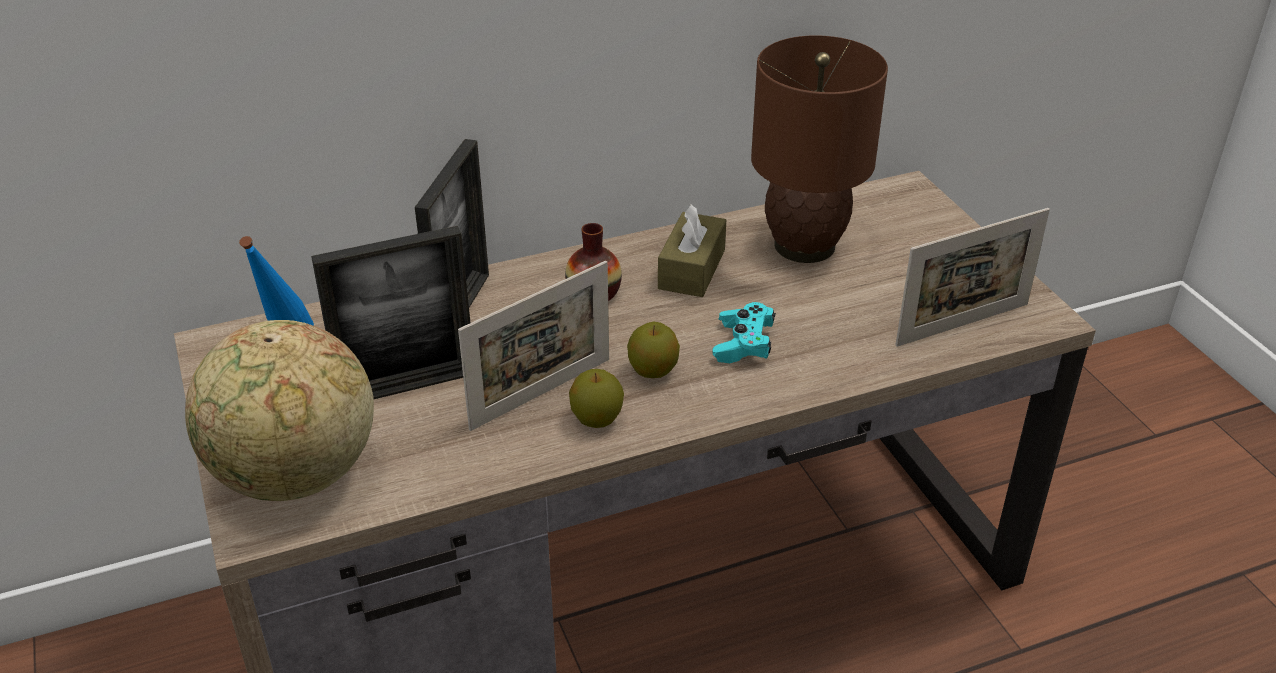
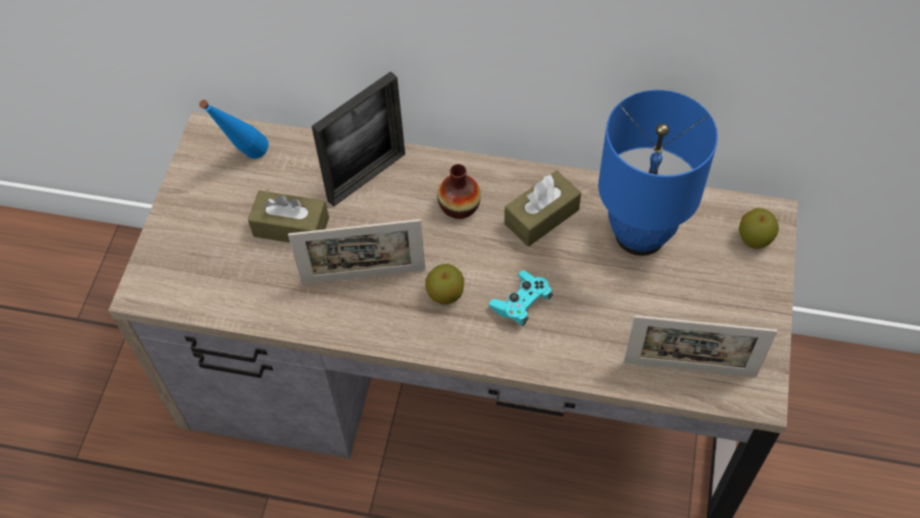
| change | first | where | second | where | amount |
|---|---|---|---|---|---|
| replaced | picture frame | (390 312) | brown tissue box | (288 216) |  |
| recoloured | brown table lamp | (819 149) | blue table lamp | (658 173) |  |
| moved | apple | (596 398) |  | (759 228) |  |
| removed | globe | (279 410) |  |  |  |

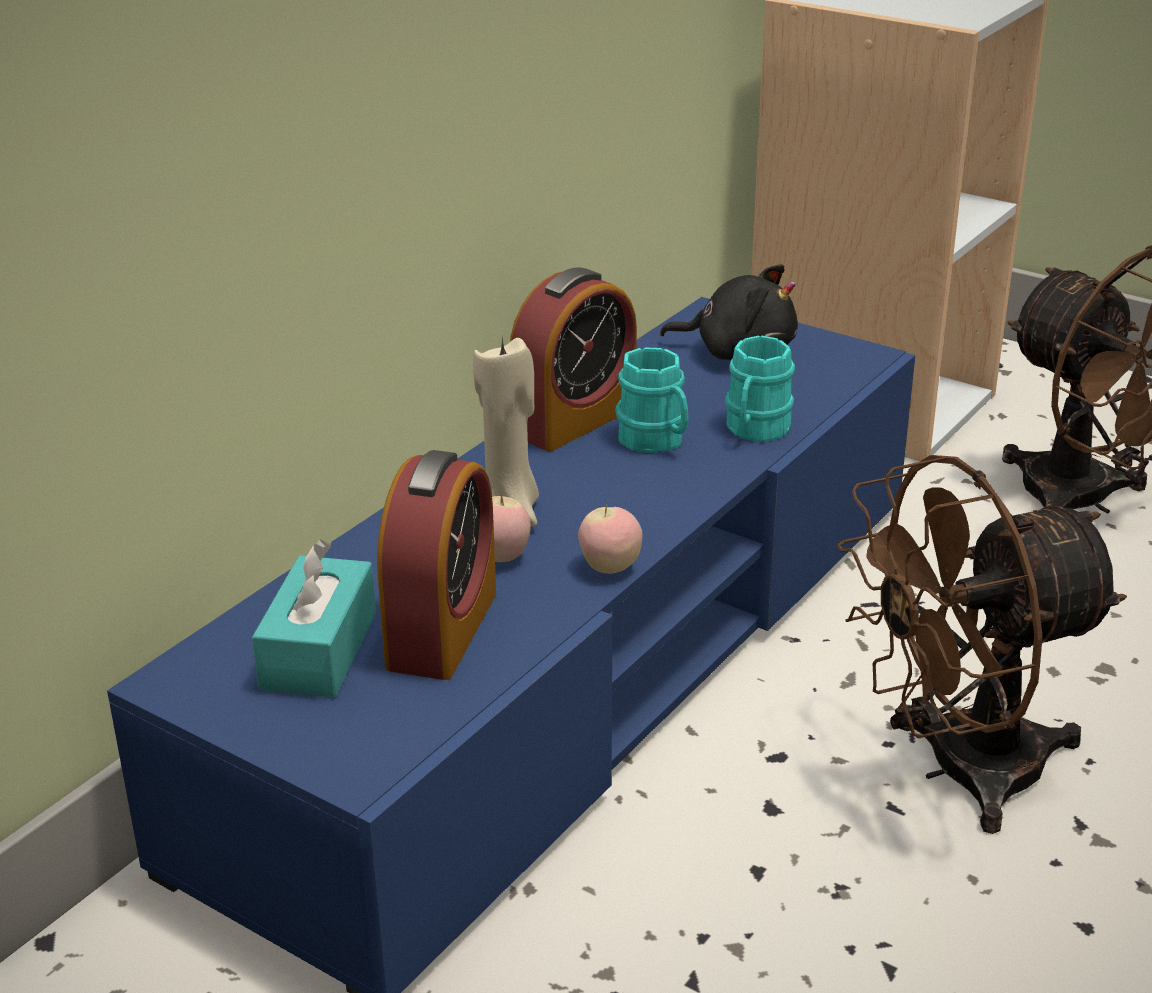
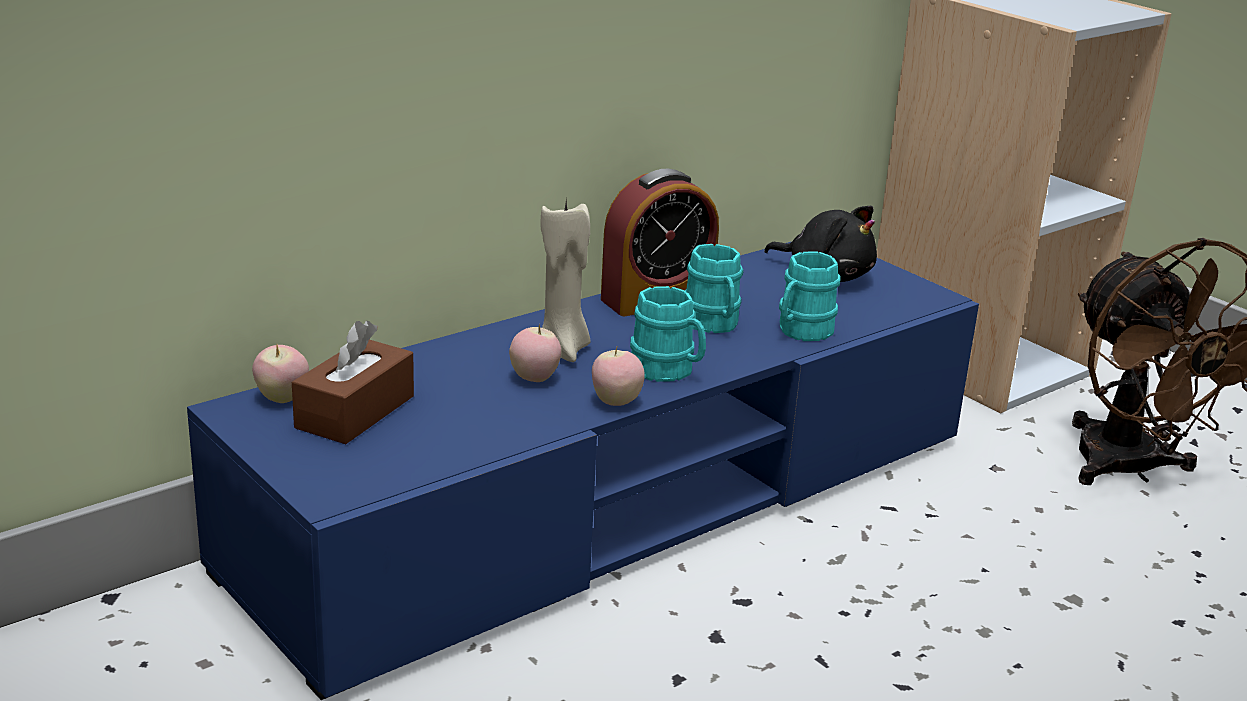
| change | first | where | second | where | amount |
|---|---|---|---|---|---|
| added |  |  | apple | (280 373) |  |
| recoloured | turquoise tissue box | (314 618) | brown tissue box | (353 382) |  |
| added |  |  | turquoise mug | (668 334) |  |
| removed | alarm clock | (436 565) |  |  |  |
| removed | brown fan | (982 644) |  |  |  |

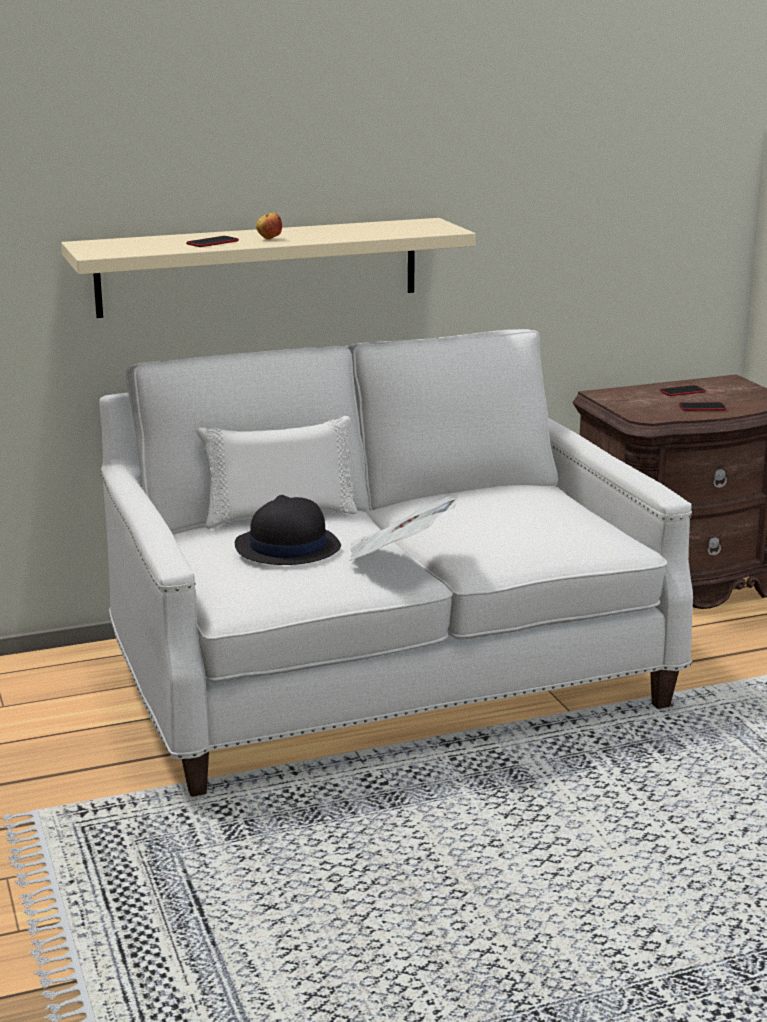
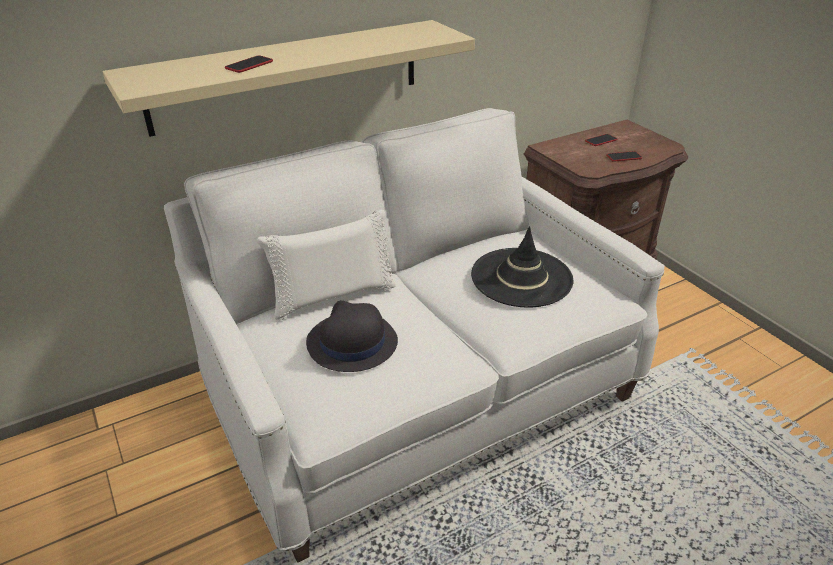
| change | first | where | second | where | amount |
|---|---|---|---|---|---|
| added |  |  | black hat | (522 266) |  |
| removed | apple | (269 226) |  |  |  |
| removed | newspaper | (403 528) |  |  |  |

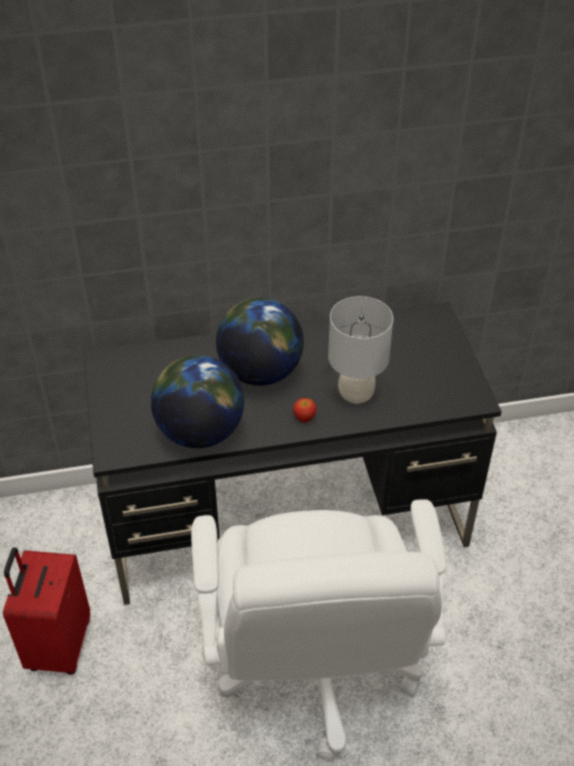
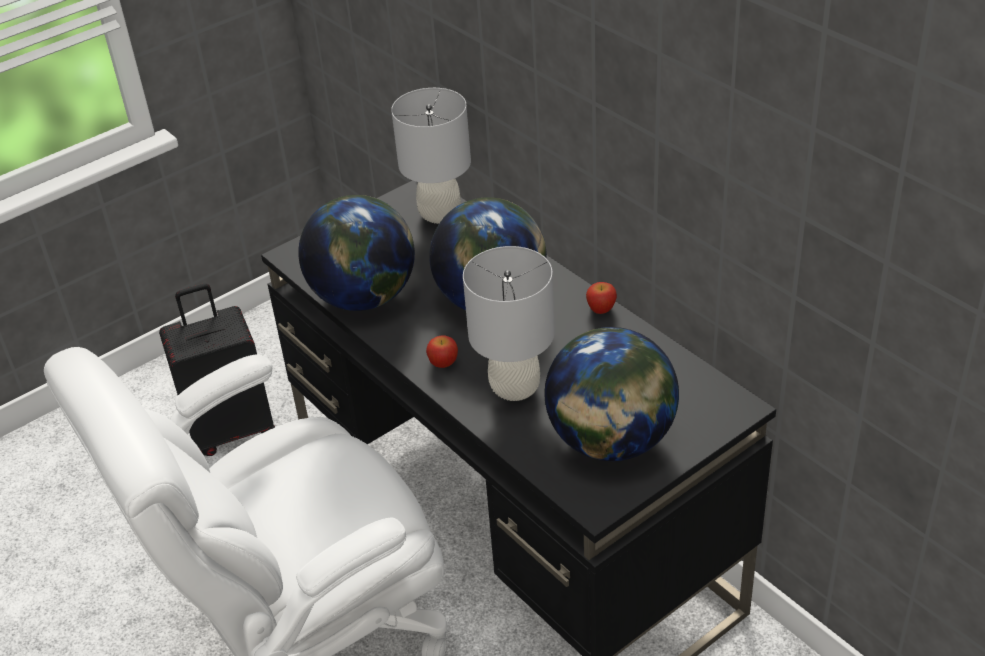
| change | first | where | second | where | amount |
|---|---|---|---|---|---|
| recoloured | red suitcase | (46 611) | black suitcase | (217 370) |  |
| added |  |  | grey table lamp | (431 156) |  |
| added |  |  | globe | (612 394) |  |
| added |  |  | apple | (601 298) |  |

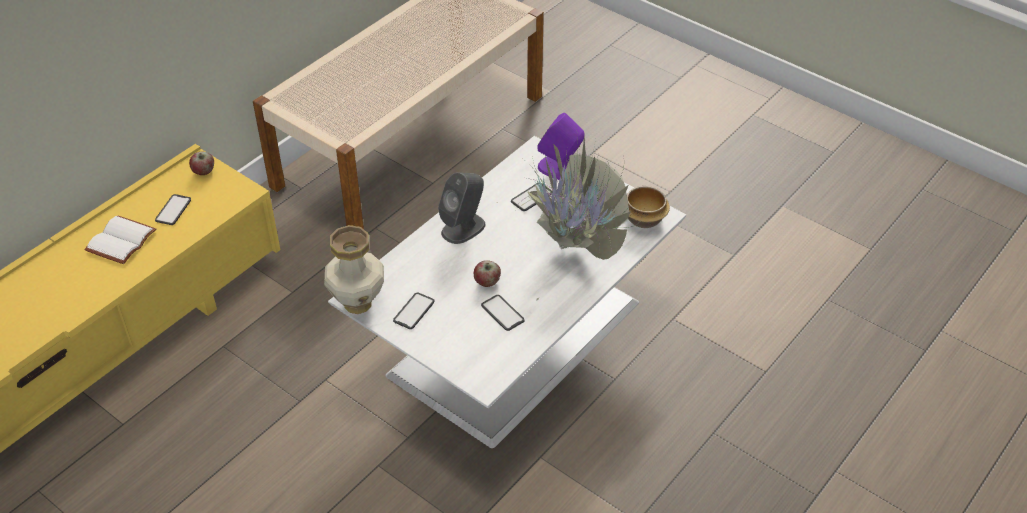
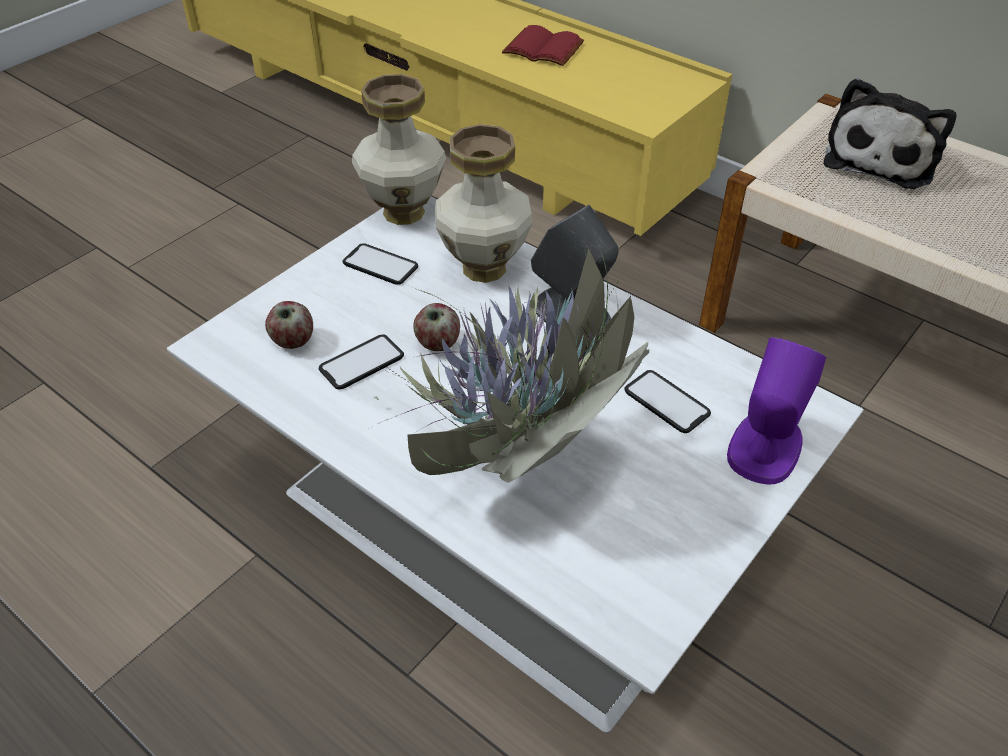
| change | first | where | second | where | amount |
|---|---|---|---|---|---|
| moved | apple | (201 163) |  | (289 325) |  |
| added |  |  | vase | (484 203) |  |
| recoloured | white book | (120 240) | red book | (543 45) |  |
| added |  |  | plush toy | (890 133) |  |
| removed | phone | (173 209) |  |  |  |
| removed | bowl | (648 207) |  |  |  |

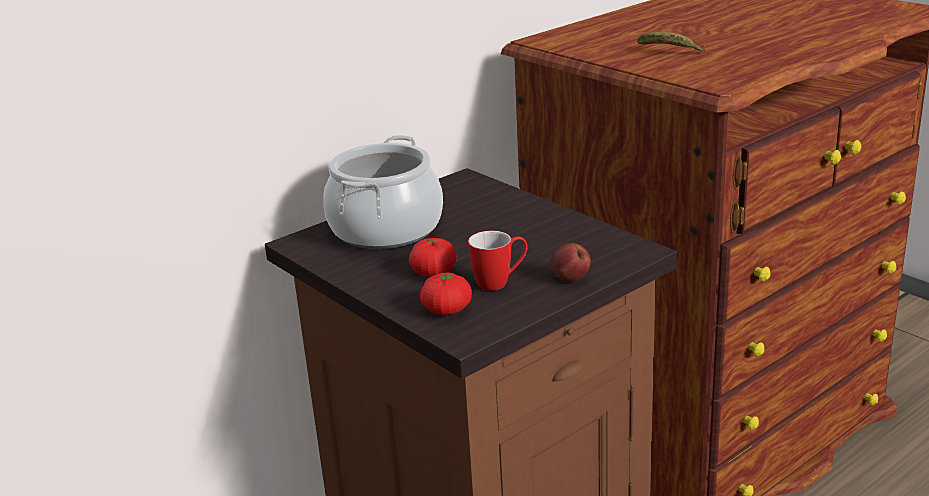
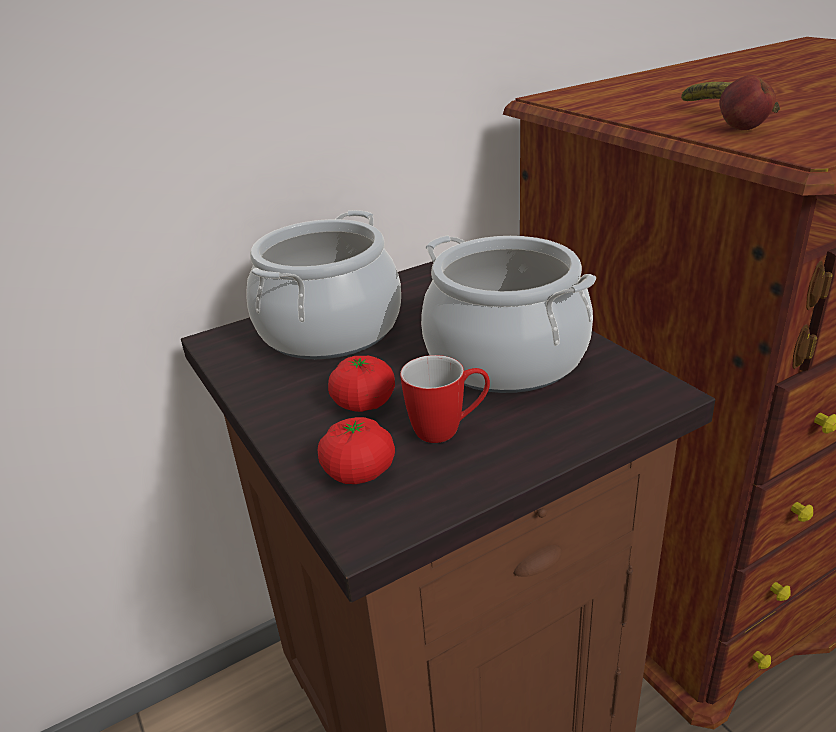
| change | first | where | second | where | amount |
|---|---|---|---|---|---|
| added |  |  | cooking pot | (508 314) |  |
| moved | apple | (571 262) |  | (747 102) |  |

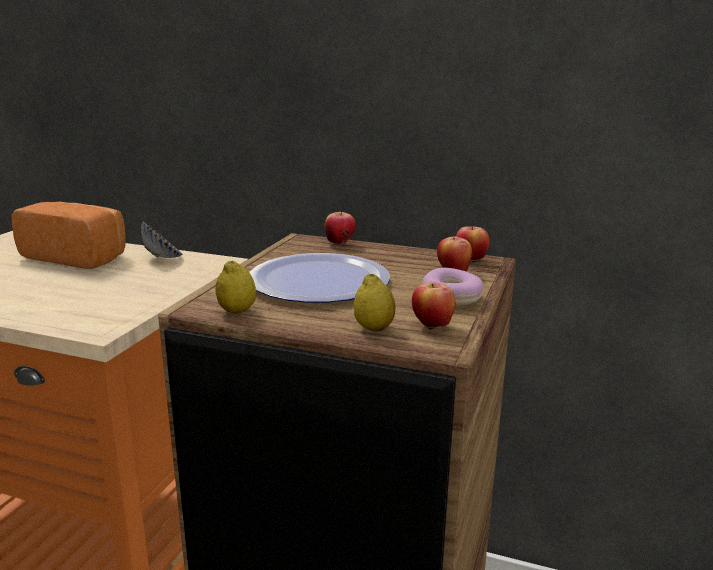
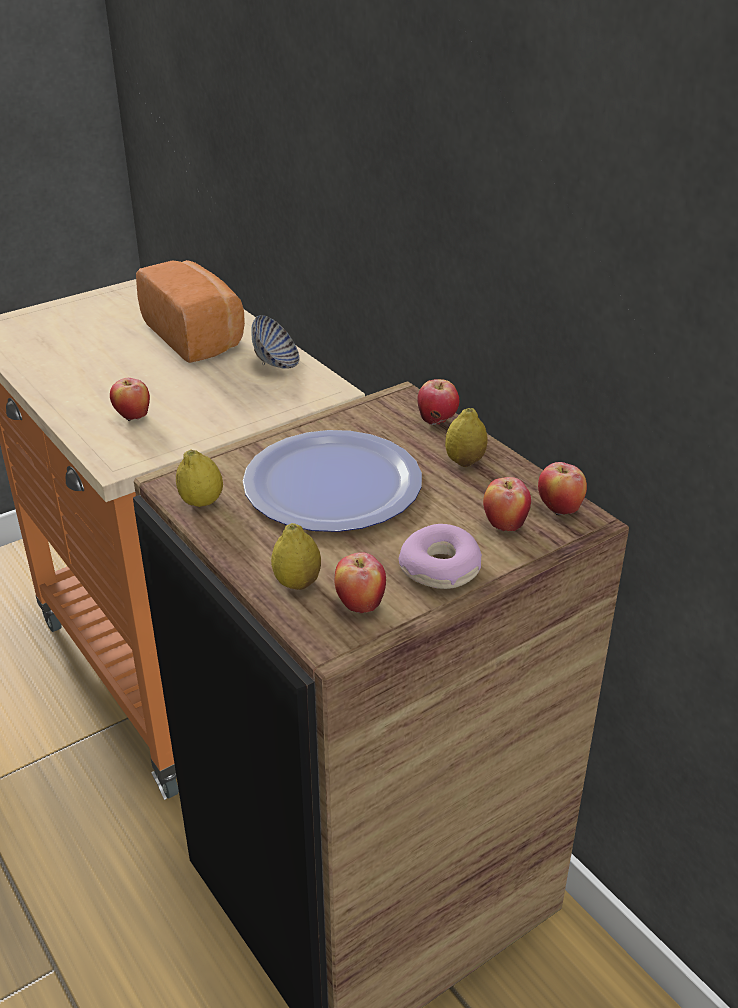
| change | first | where | second | where | amount |
|---|---|---|---|---|---|
| added |  |  | apple | (130 400) |  |
| added |  |  | lemon | (466 437) |  |

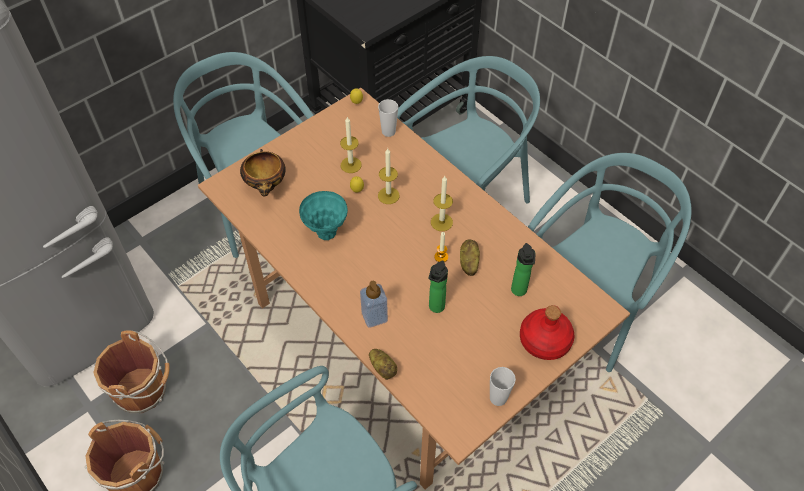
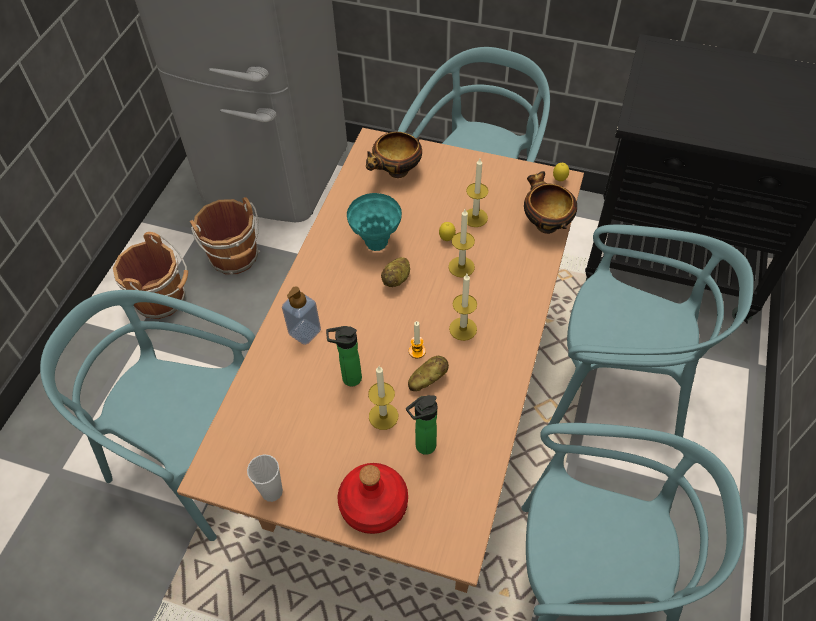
| change | first | where | second | where | amount |
|---|---|---|---|---|---|
| added |  |  | candle | (383 398) |  |
| moved | potato | (383 364) |  | (395 272) |  |
| replaced | cup | (388 118) | bowl | (550 202) |  |

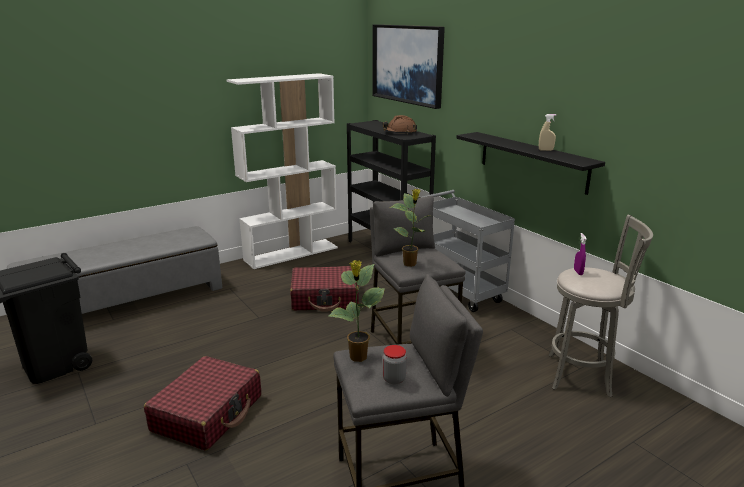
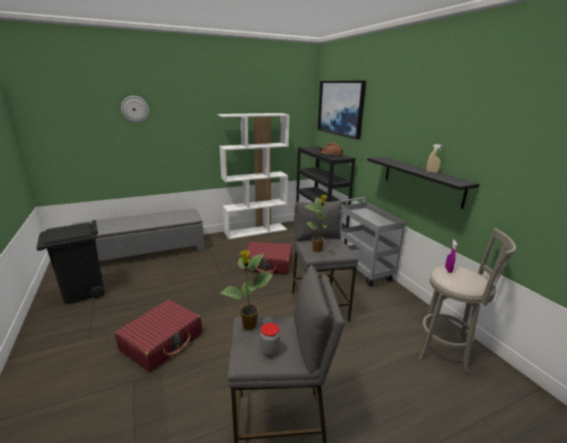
| change | first | where | second | where | amount |
|---|---|---|---|---|---|
| added |  |  | wall clock | (135 109) |  |

